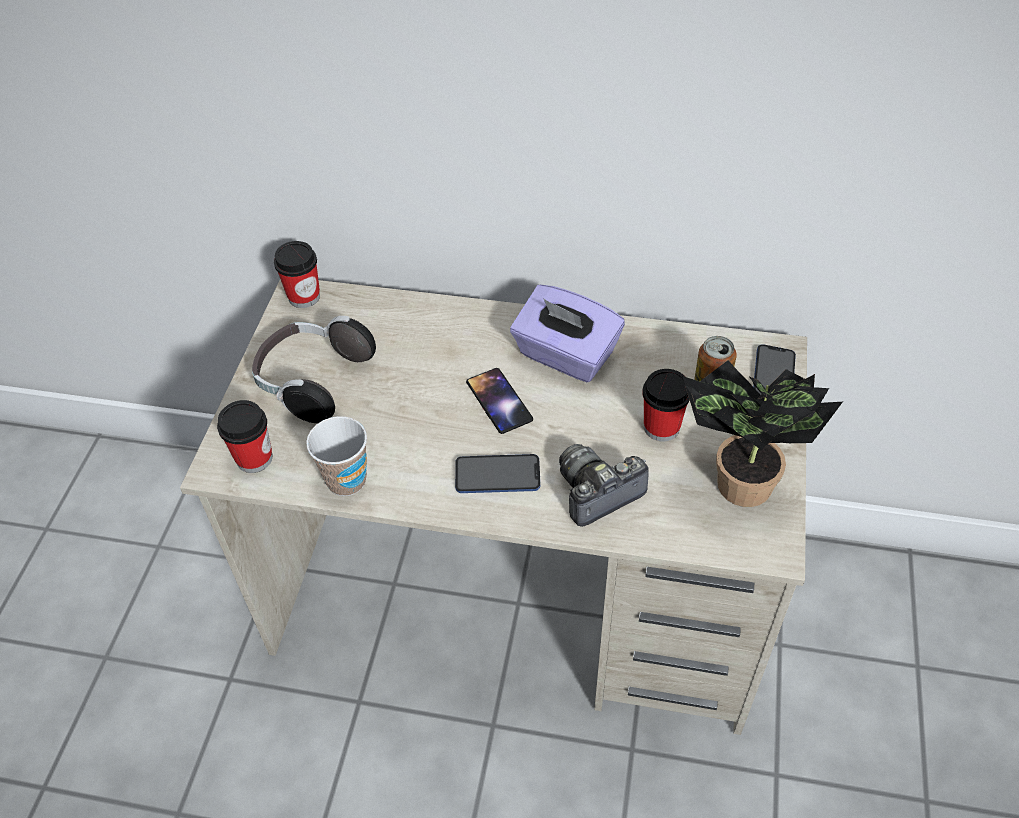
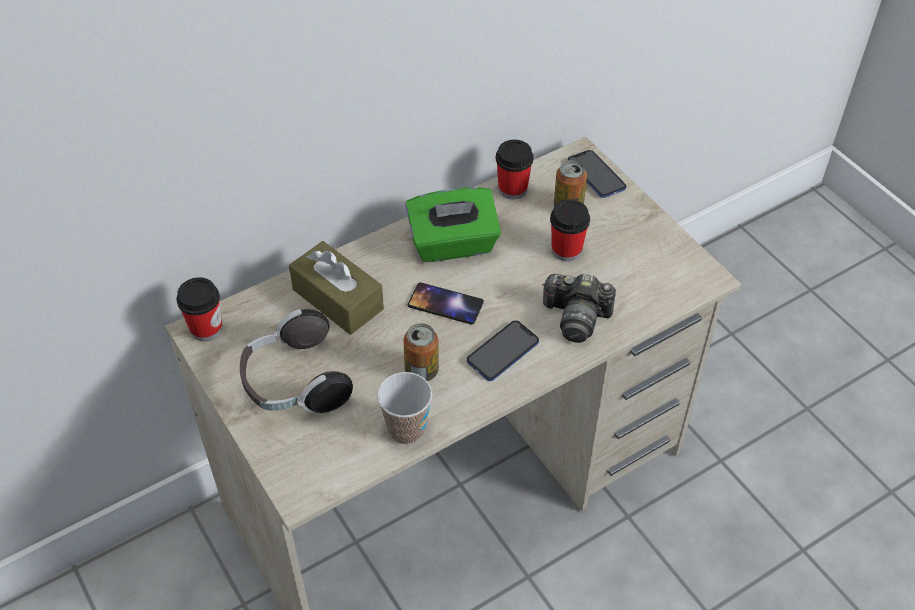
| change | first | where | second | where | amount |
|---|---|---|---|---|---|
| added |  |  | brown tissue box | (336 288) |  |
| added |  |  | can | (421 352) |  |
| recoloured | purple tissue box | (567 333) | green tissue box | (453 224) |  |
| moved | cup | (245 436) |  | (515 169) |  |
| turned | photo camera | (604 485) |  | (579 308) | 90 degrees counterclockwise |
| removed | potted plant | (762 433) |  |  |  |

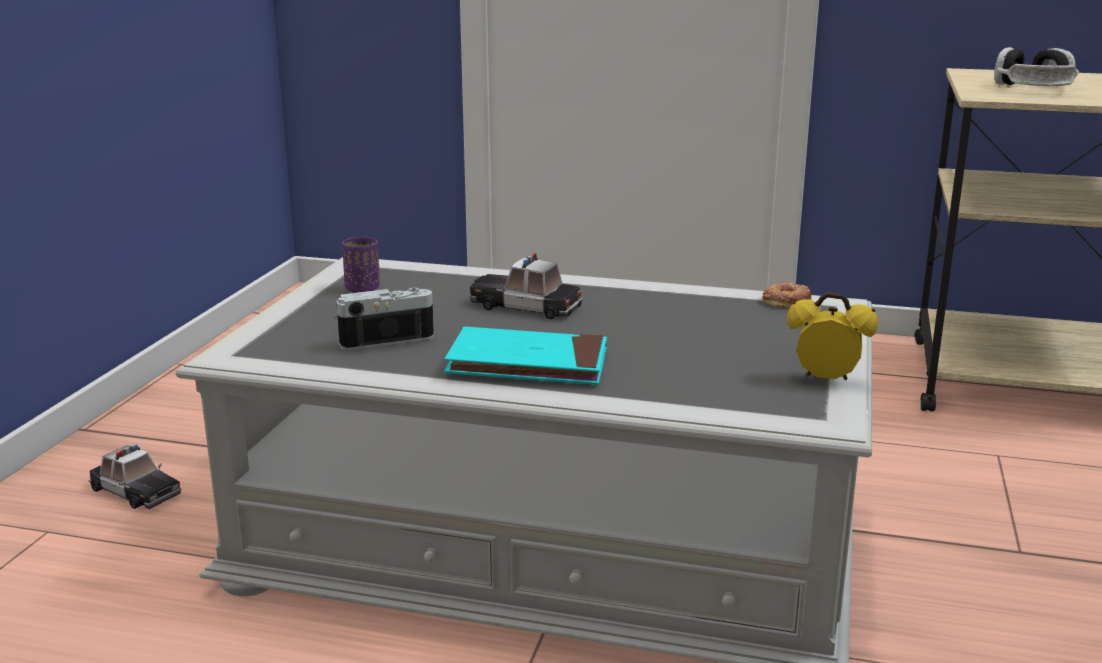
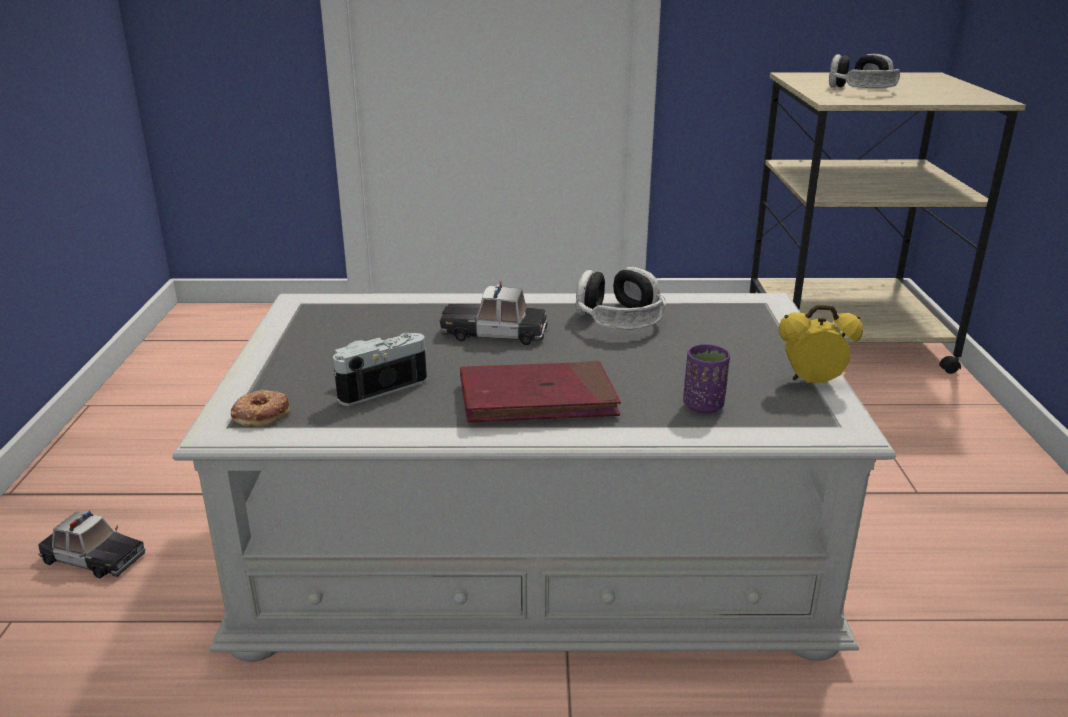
| change | first | where | second | where | amount |
|---|---|---|---|---|---|
| moved | donut | (787 295) |  | (260 408) |  |
| recoloured | turquoise book | (525 356) | red book | (540 392) |  |
| added |  |  | headphones | (621 298) |  |
| moved | purple cup | (361 265) |  | (706 379) |  |

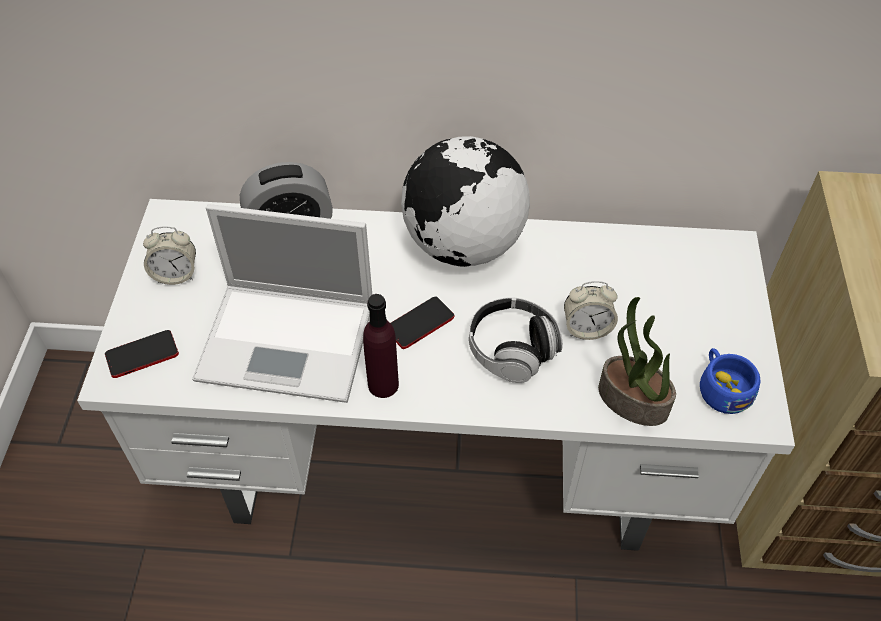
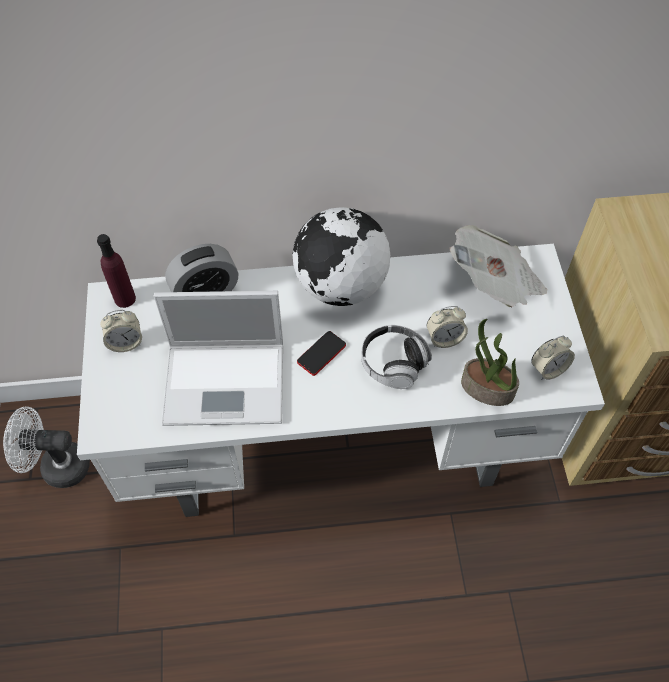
| change | first | where | second | where | amount |
|---|---|---|---|---|---|
| added |  |  | white fan | (46 447) |  |
| moved | purple bottle | (381 346) |  | (116 271) |  |
| added |  |  | newspaper | (498 266) |  |
| replaced | blue cup | (730 381) | alarm clock | (553 358) |  |
| removed | phone | (142 354) |  |  |  |

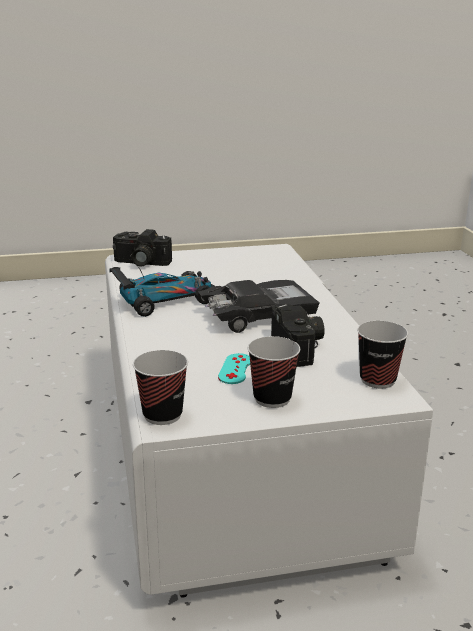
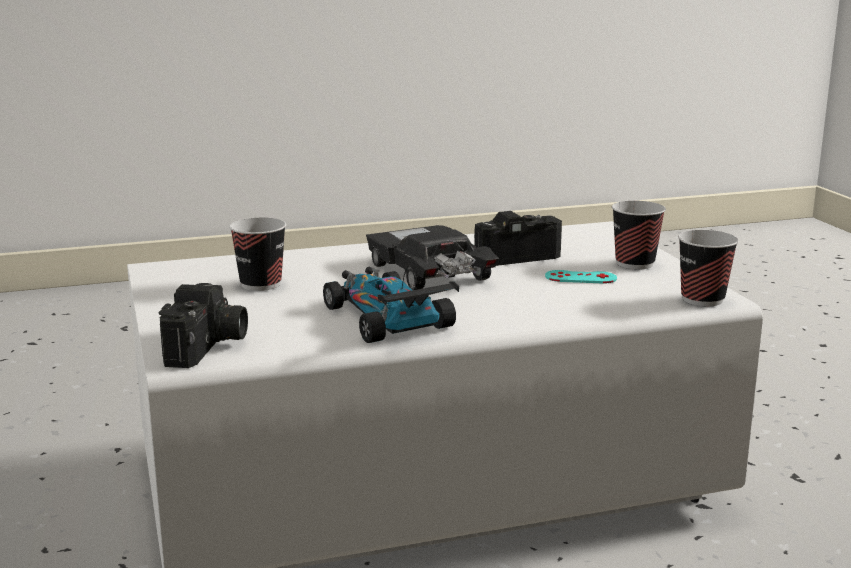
| change | first | where | second | where | amount |
|---|---|---|---|---|---|
| moved | cup | (382 354) |  | (257 254) |  |

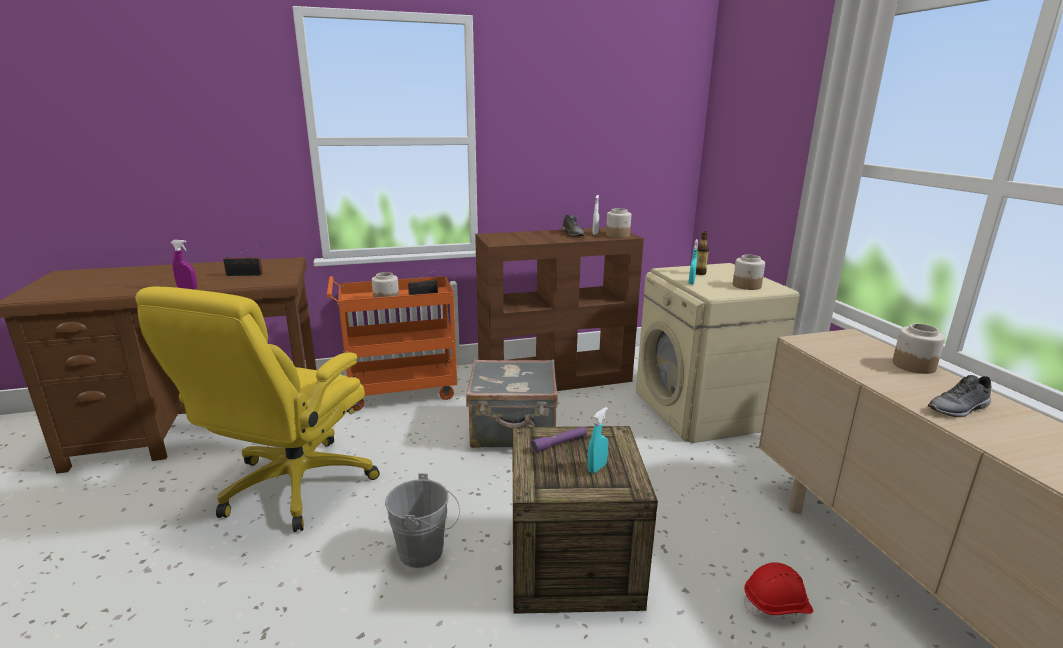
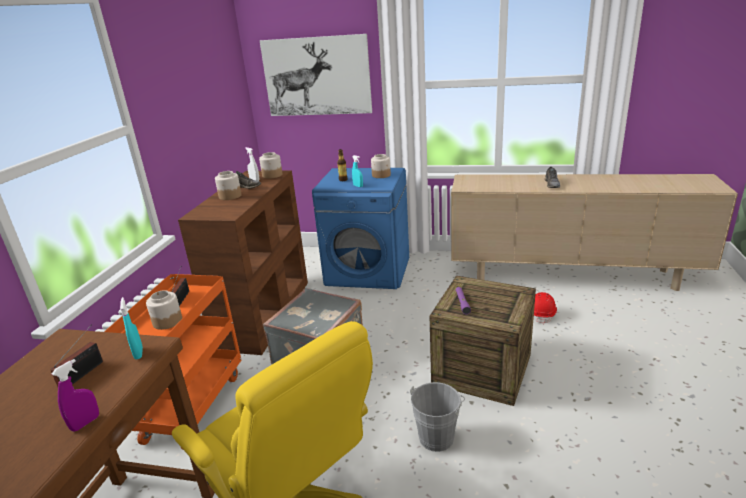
| change | first | where | second | where | amount |
|---|---|---|---|---|---|
| moved | turquoise spray bottle | (598 440) |  | (131 328) |  |
| moved | jar | (918 348) |  | (228 185) |  |
| added |  |  | picture | (316 75) |  |
| recoloured | beige washing machine | (718 353) | blue washing machine | (360 228) |  |

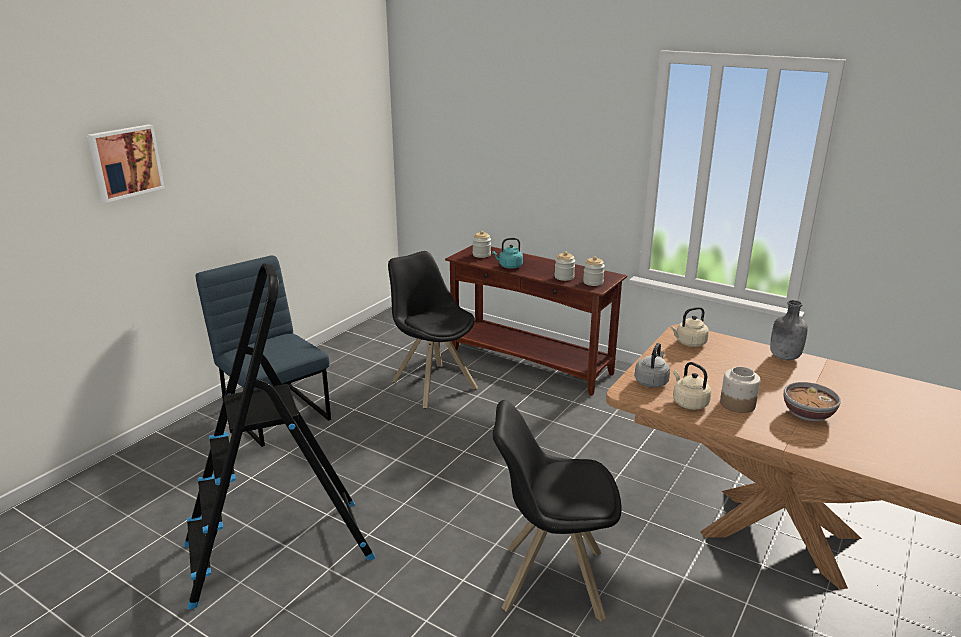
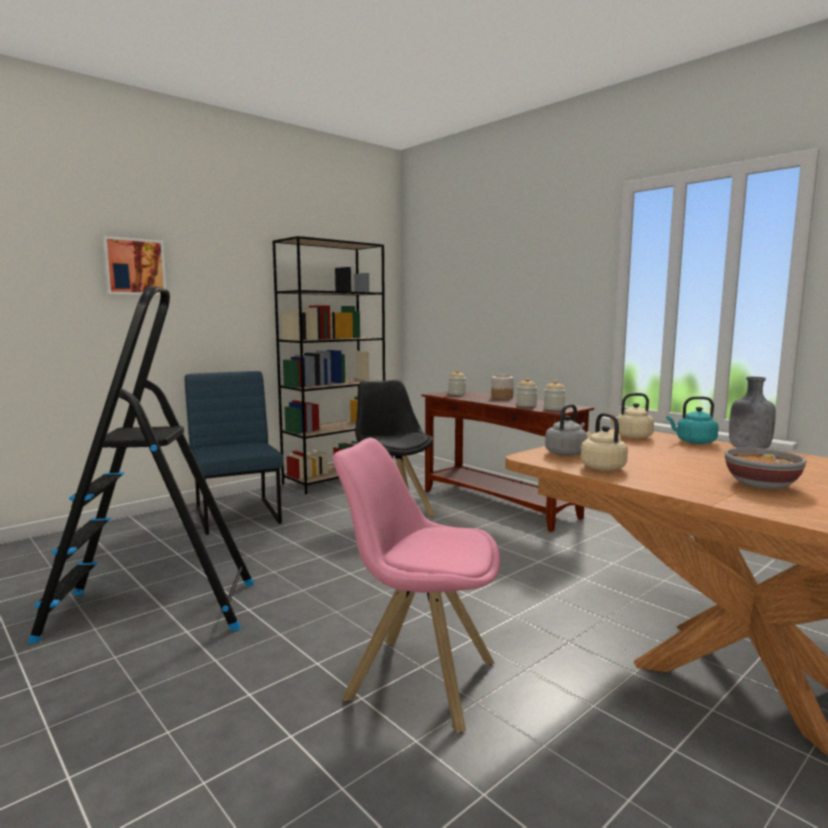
| change | first | where | second | where | amount |
|---|---|---|---|---|---|
| added |  |  | beige bookcase | (329 365) |  |
| recoloured | black chair | (557 510) | pink chair | (416 585) |  |
| moved | jar | (740 389) |  | (502 386) |  |
| moved | turquoise kettle | (507 253) |  | (692 420) |  |

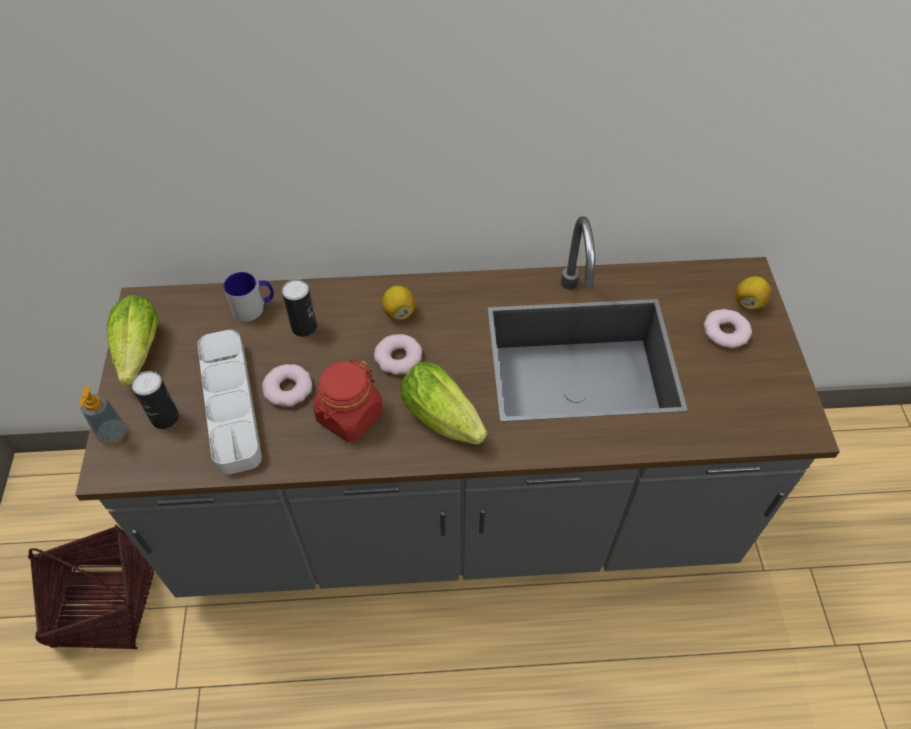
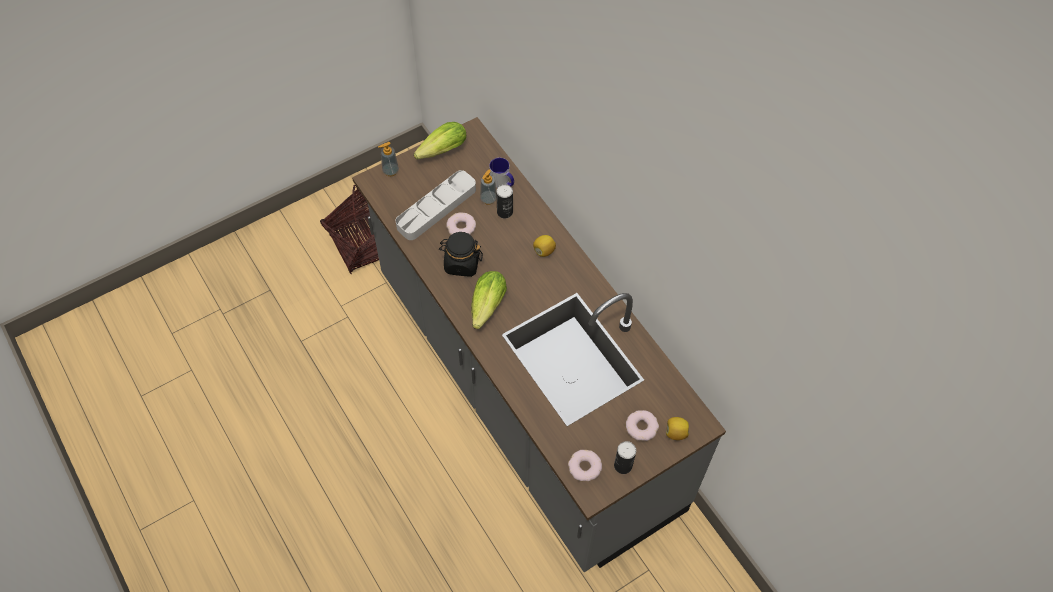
| change | first | where | second | where | amount |
|---|---|---|---|---|---|
| recoloured | red jar | (348 400) | black jar | (461 254) |  |
| added |  |  | soap dispenser | (488 187) |  |
| moved | donut | (398 354) |  | (585 465) |  |
| moved | can | (155 400) |  | (625 457) |  |

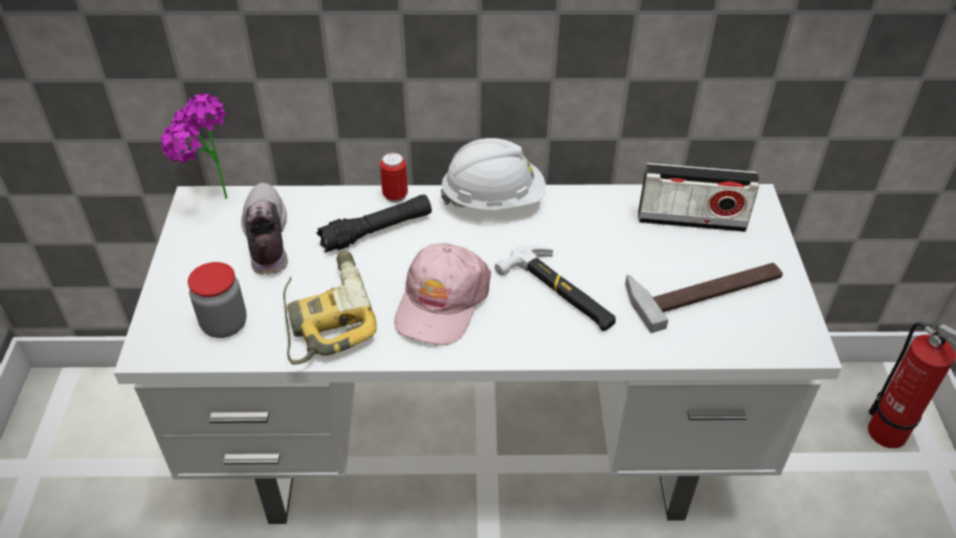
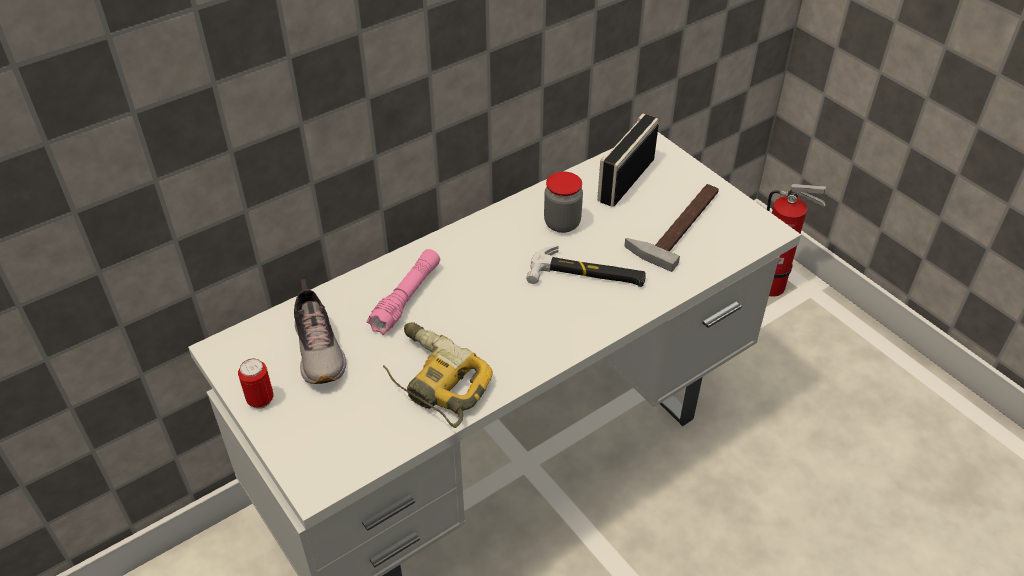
| change | first | where | second | where | amount |
|---|---|---|---|---|---|
| moved | can | (394 177) |  | (256 384) |  |
| turned | shoe | (264 229) |  | (320 331) | 150 degrees counterclockwise |
| recoloured | black flashlight | (374 223) | pink flashlight | (403 292) |  |
| moved | jar | (217 300) |  | (563 202) |  |
| turned | radio | (698 197) |  | (628 160) | 150 degrees clockwise |
| removed | potted plant | (194 146) |  |  |  |
| removed | pink cap | (442 294) |  |  |  |
| removed | white hard hat | (493 174) |  |  |  |

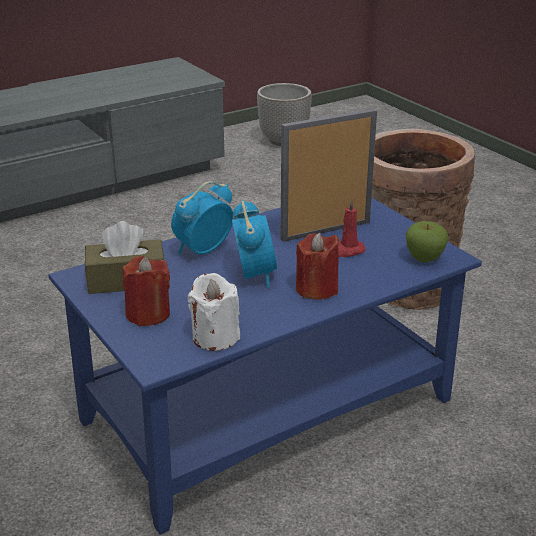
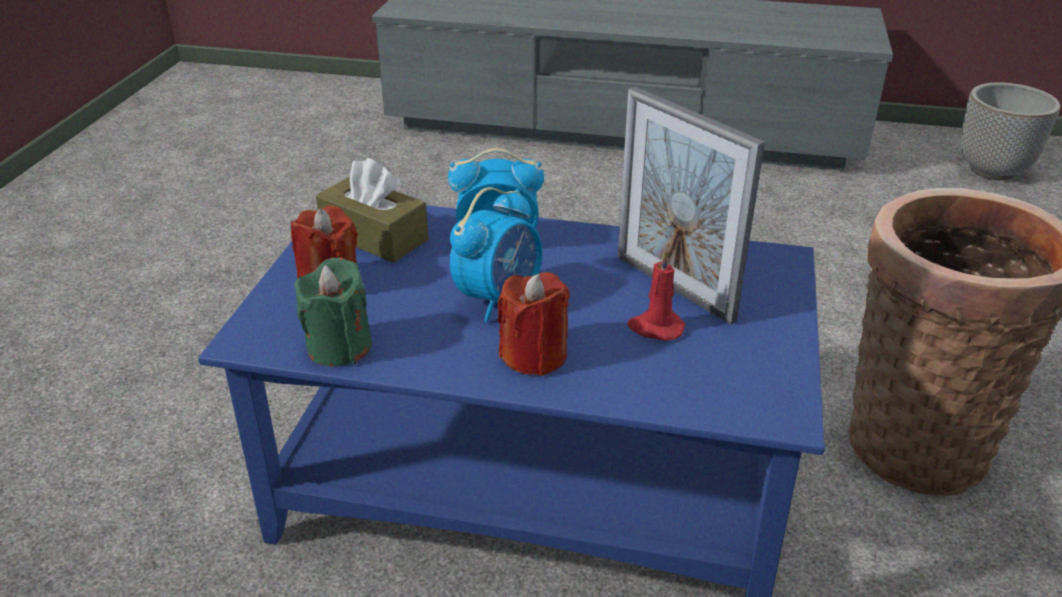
| change | first | where | second | where | amount |
|---|---|---|---|---|---|
| recoloured | white candle | (213 312) | green candle | (333 312) |  |
| turned | picture frame | (329 175) |  | (691 205) | 150 degrees counterclockwise |
| removed | apple | (427 241) |  |  |  |

